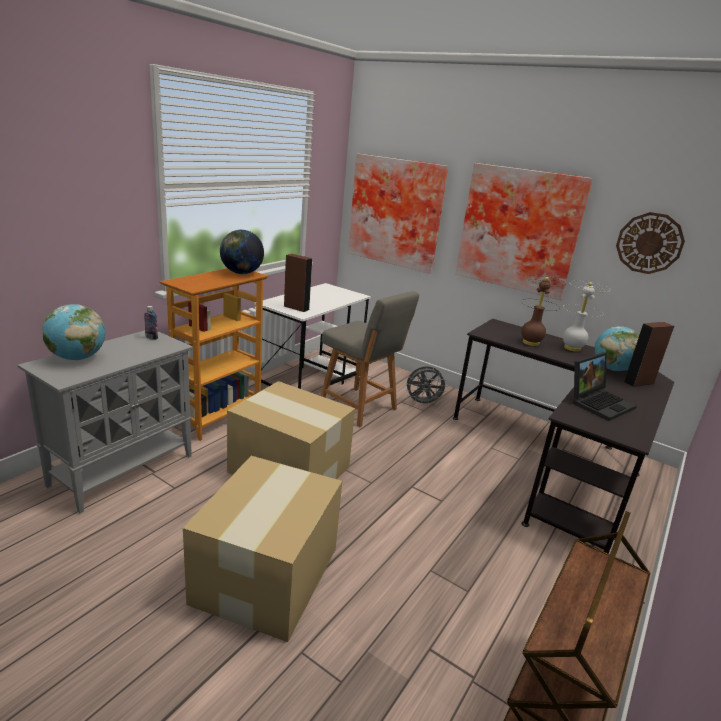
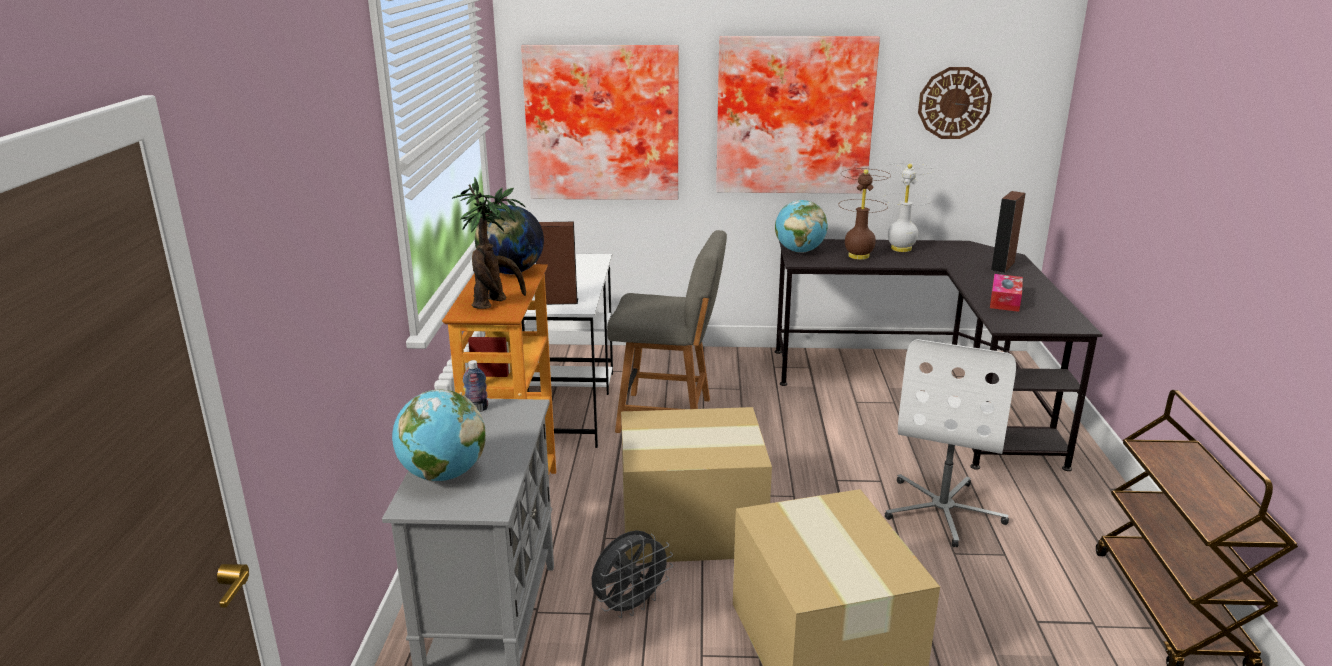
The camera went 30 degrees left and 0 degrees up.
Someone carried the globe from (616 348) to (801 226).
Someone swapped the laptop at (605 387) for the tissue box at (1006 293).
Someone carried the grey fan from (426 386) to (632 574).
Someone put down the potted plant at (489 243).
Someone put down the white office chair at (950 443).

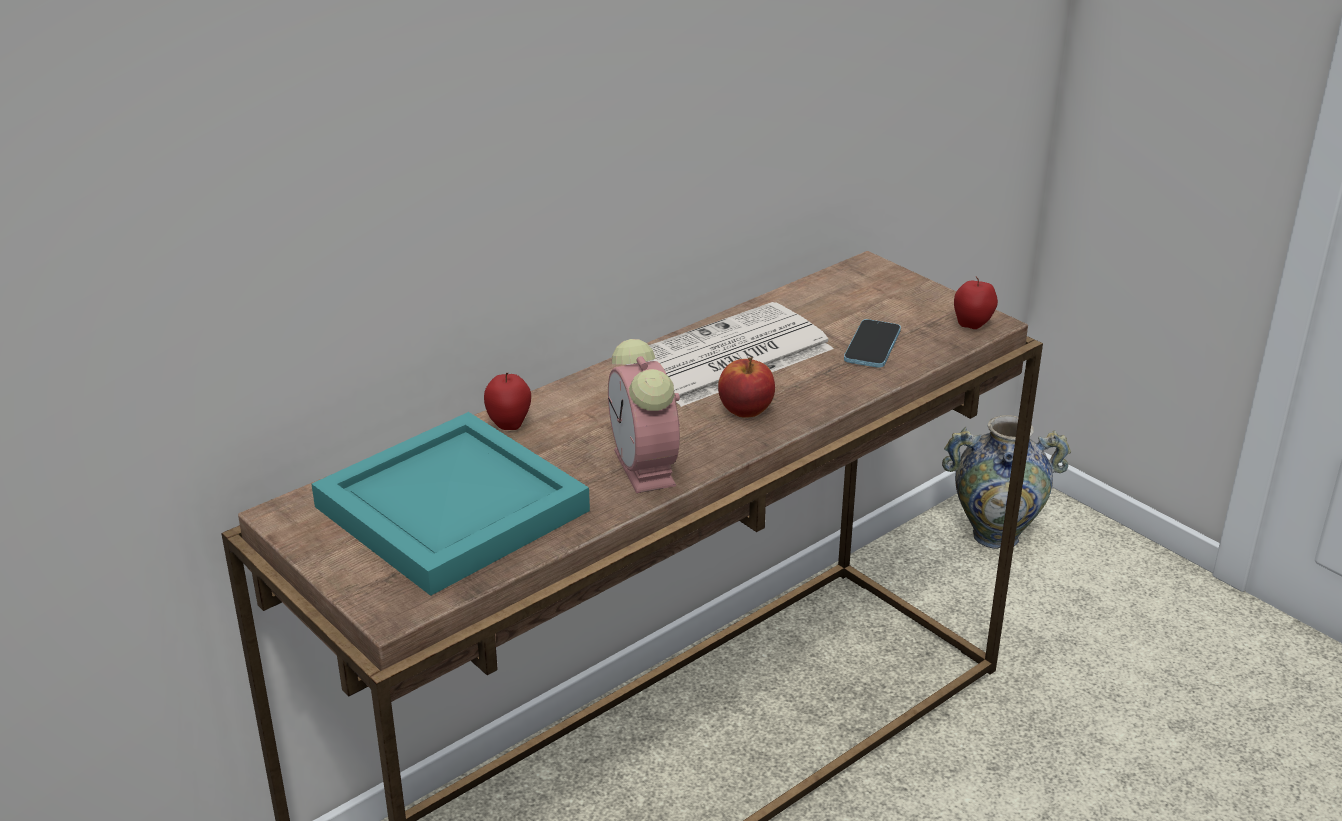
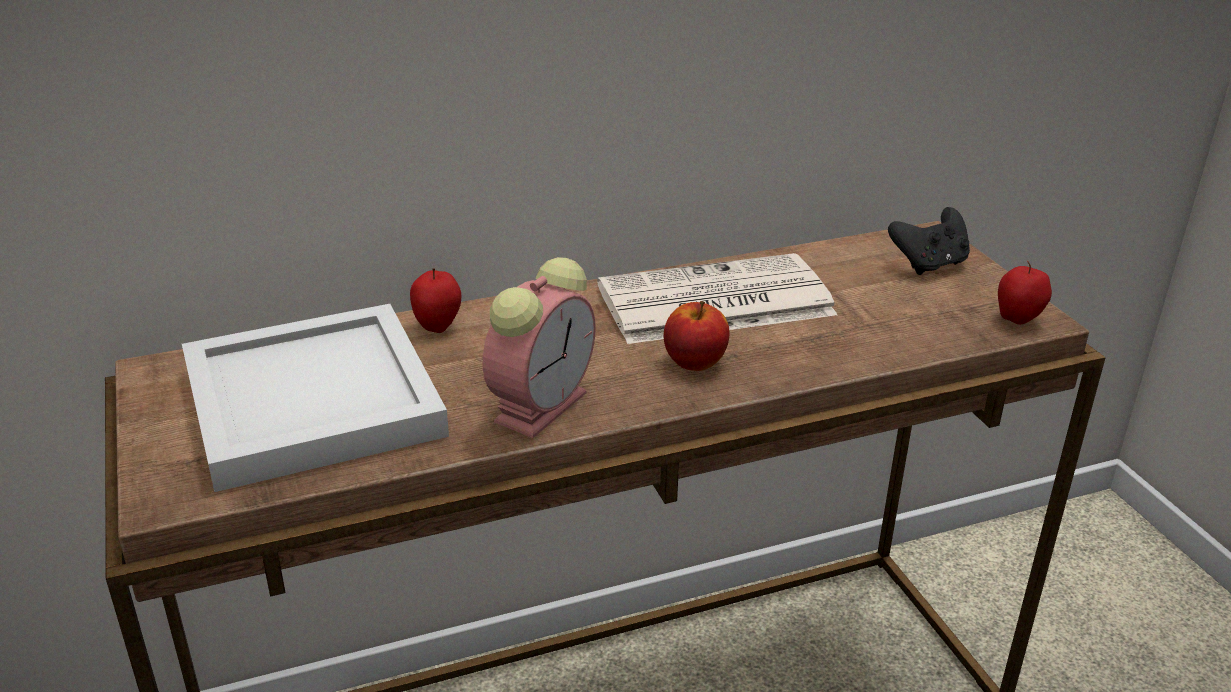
The camera went 20 degrees right and 0 degrees up.
Someone took away the phone at (872 343).
Someone rotated the alarm clock at (644 416) by 150 degrees counterclockwise.
Someone repainted the turquoise tray at (451 504), which became the white tray at (315 398).
Someone took away the vase at (1006 482).
Someone put down the black game controller at (929 241).

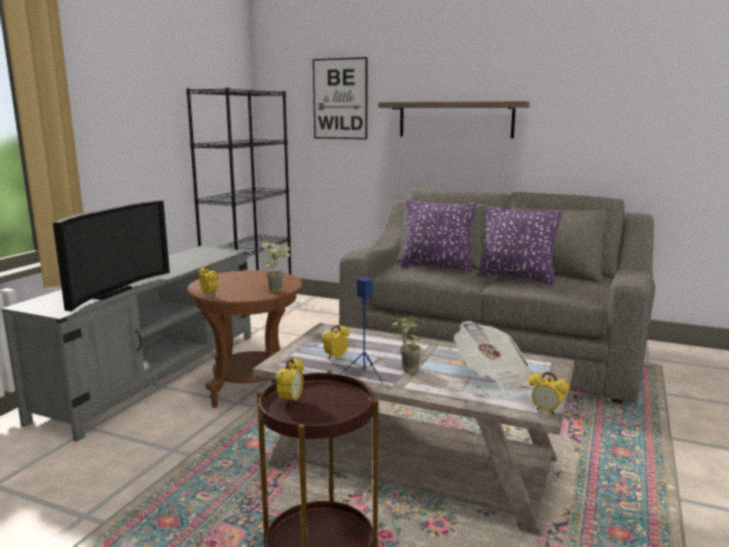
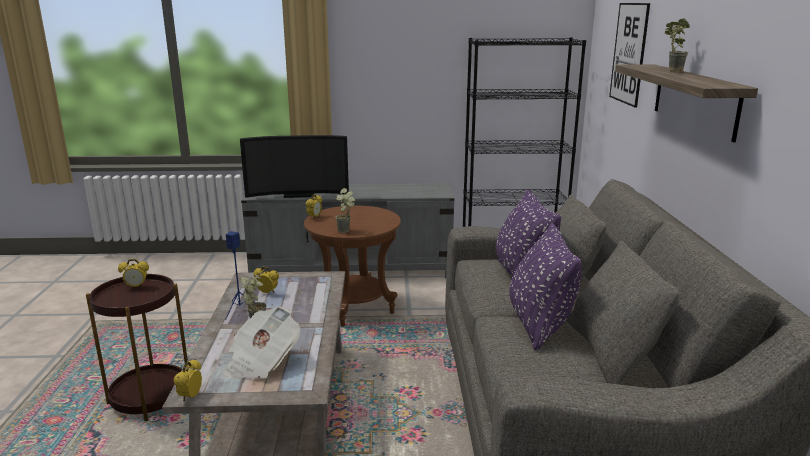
The camera went 65 degrees right and 5 degrees up.
Someone put down the potted plant at (677 45).

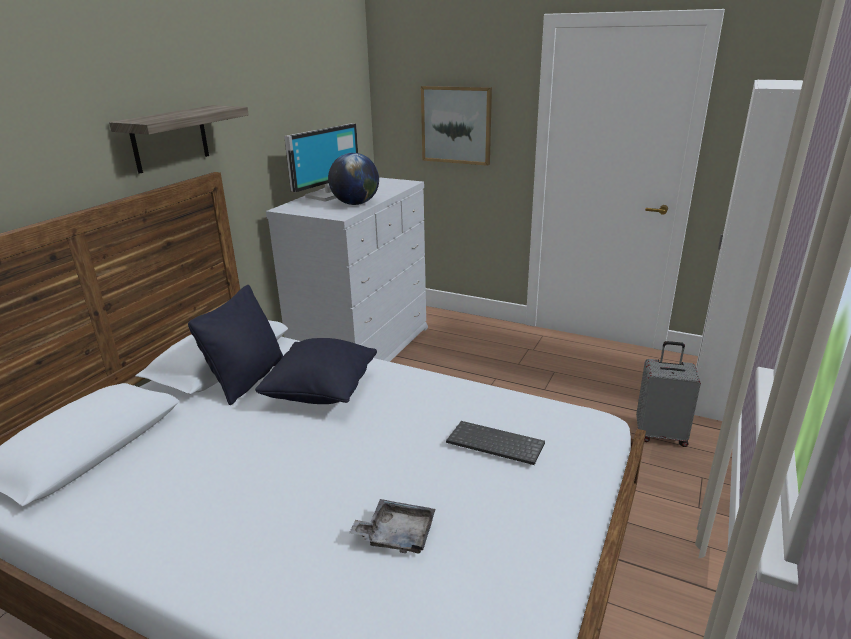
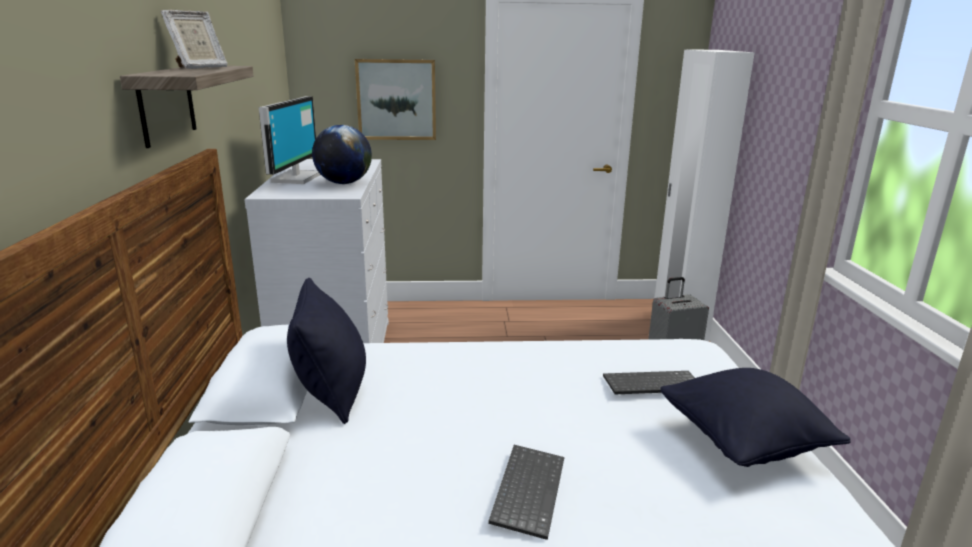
The camera went 30 degrees left and 5 degrees down.
Someone carried the black pillow from (316 371) to (755 417).
Someone took away the grey tray at (392 526).
Someone put down the picture frame at (194 39).
Someone put down the keyboard at (526 492).

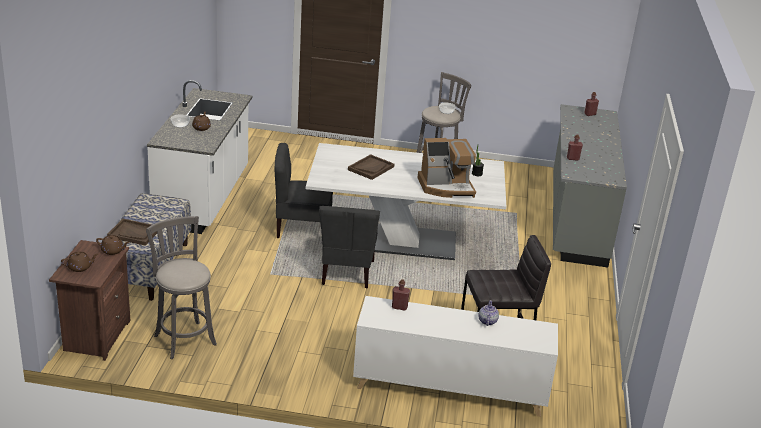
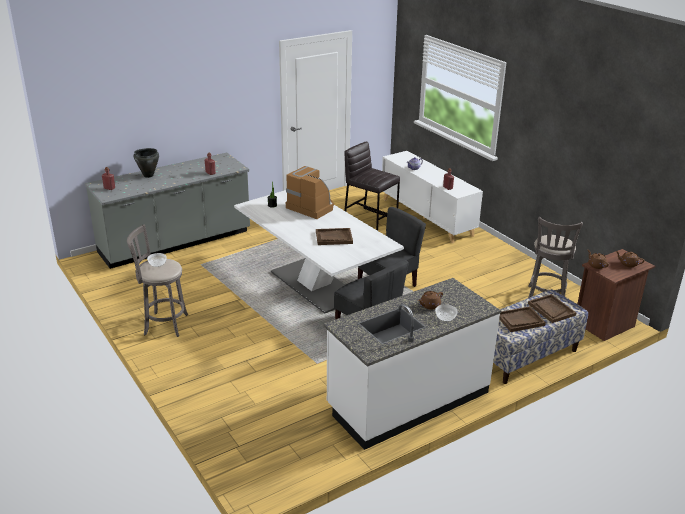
The camera went 130 degrees left and 0 degrees up.
Someone put down the black cooking pot at (146 163).
Someone put down the brown tray at (522 319).

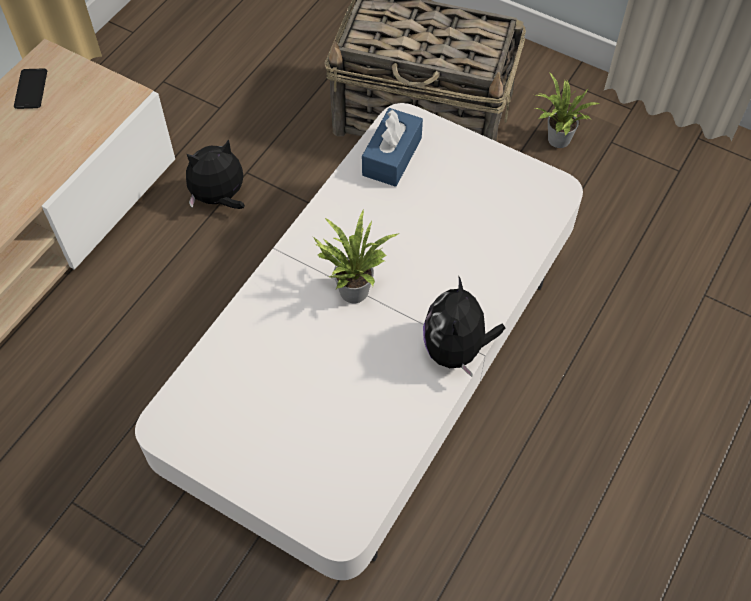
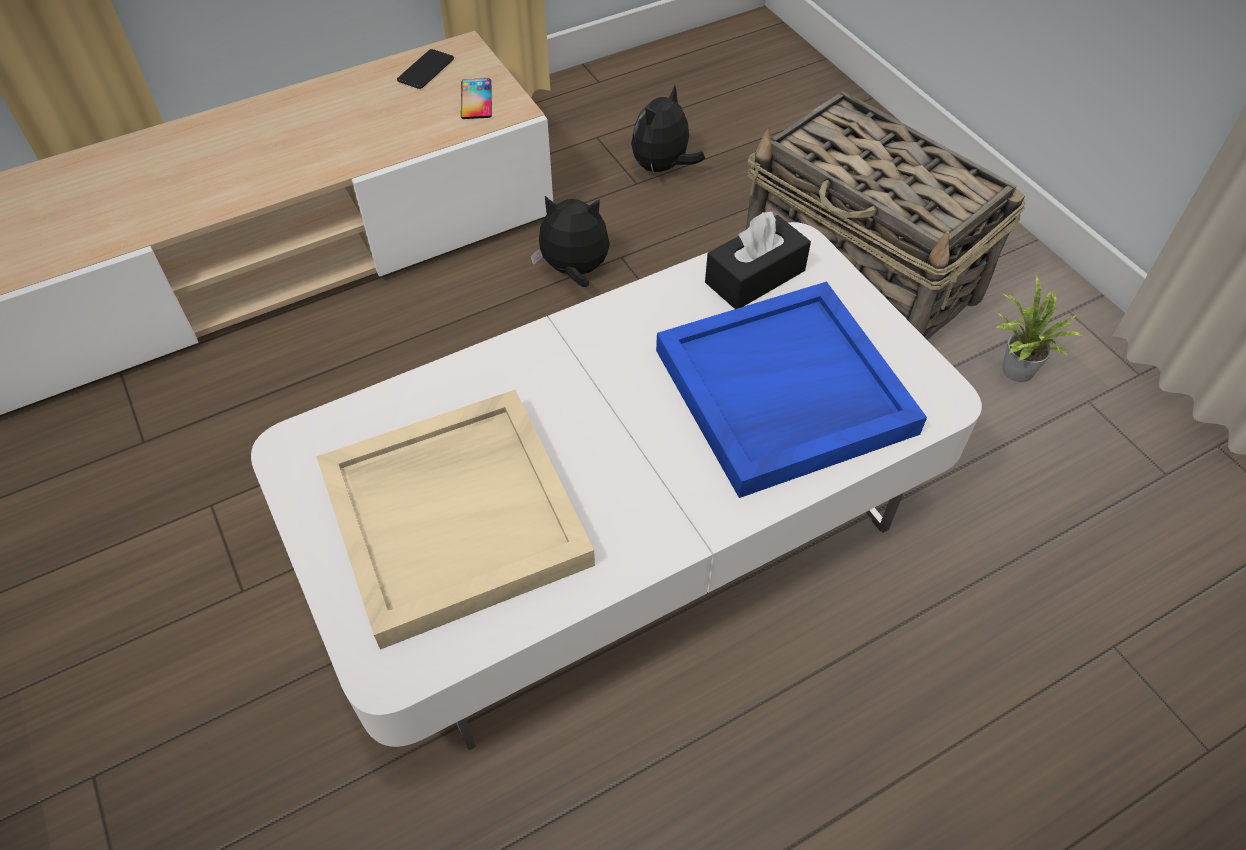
The camera went 30 degrees right and 5 degrees down.
Someone repainted the blue tissue box at (392 147), which became the black tissue box at (758 260).
Someone took away the potted plant at (355 256).
Someone carried the plush toy from (464 326) to (668 129).
Someone put down the phone at (476 98).
Someone put down the blue tray at (791 389).
Someone put down the beige tray at (455 520).

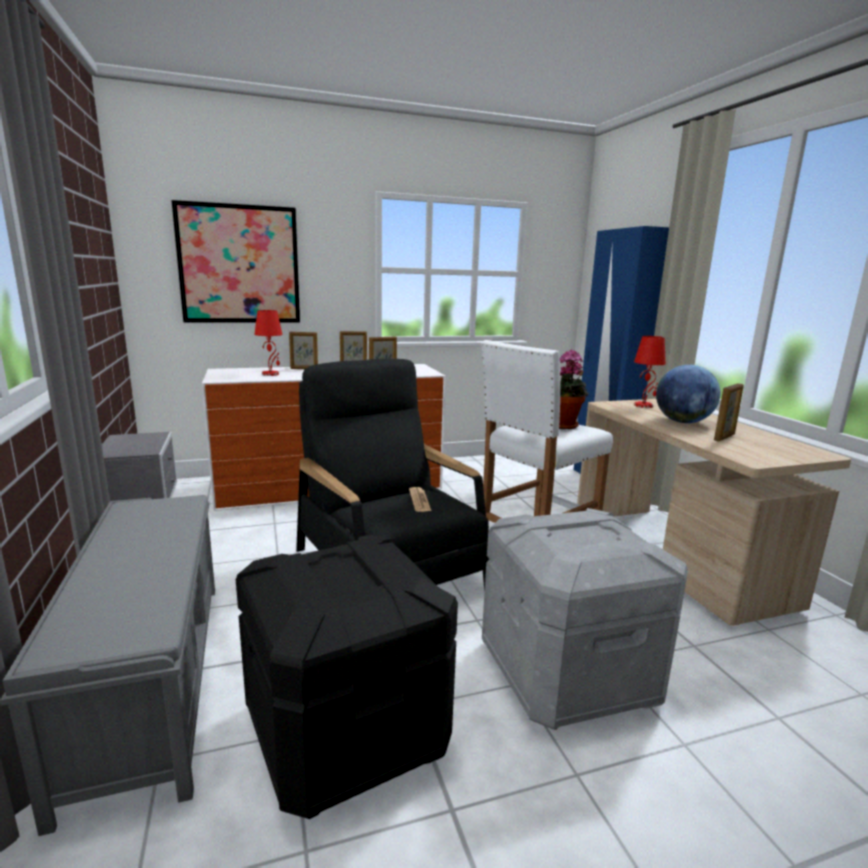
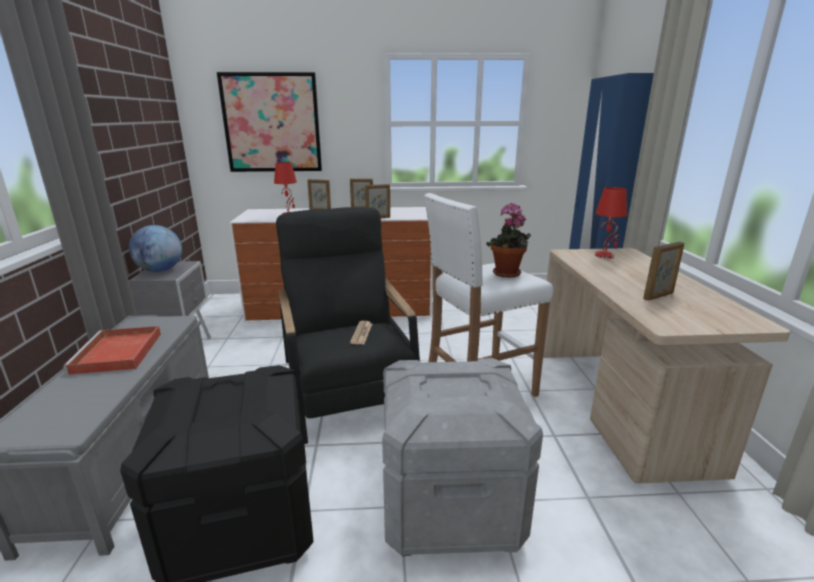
The camera went 15 degrees right and 5 degrees up.
Someone carried the globe from (688 394) to (155 248).
Someone put down the red tray at (112 350).

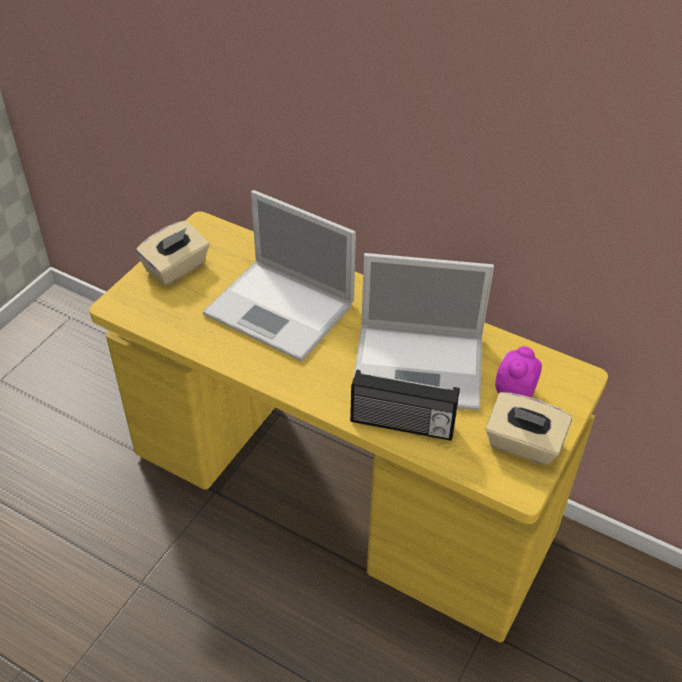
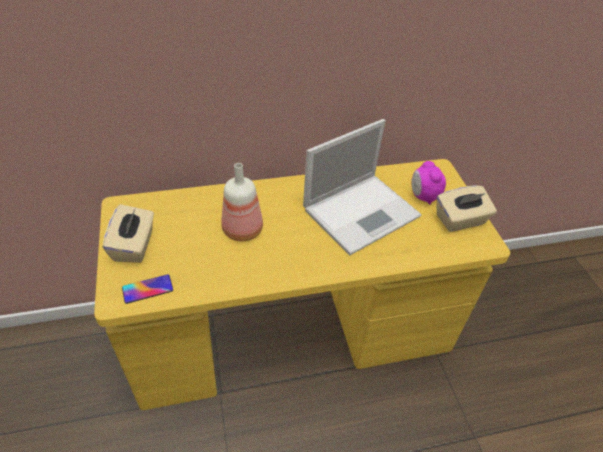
The camera went 45 degrees left and 0 degrees up.
Someone swapped the laptop at (279 275) for the bottle at (242 202).
Someone took away the radio at (405 405).
Someone put down the phone at (147 289).

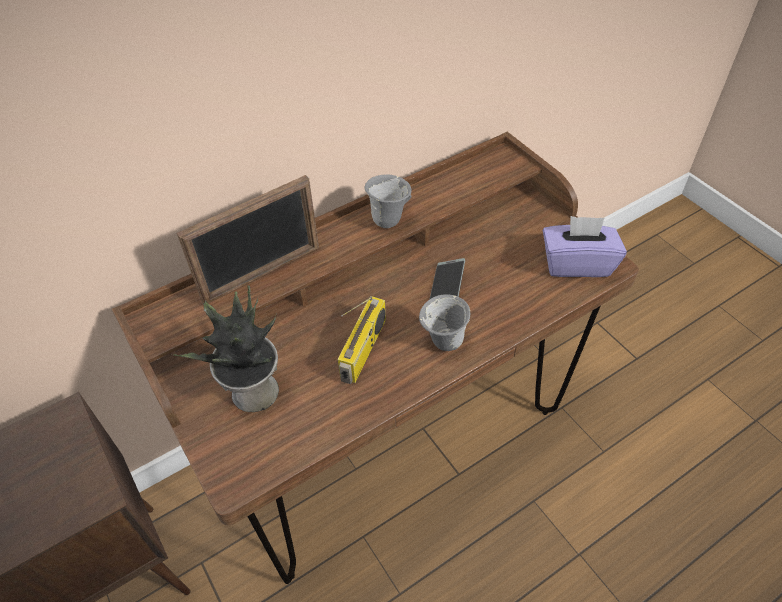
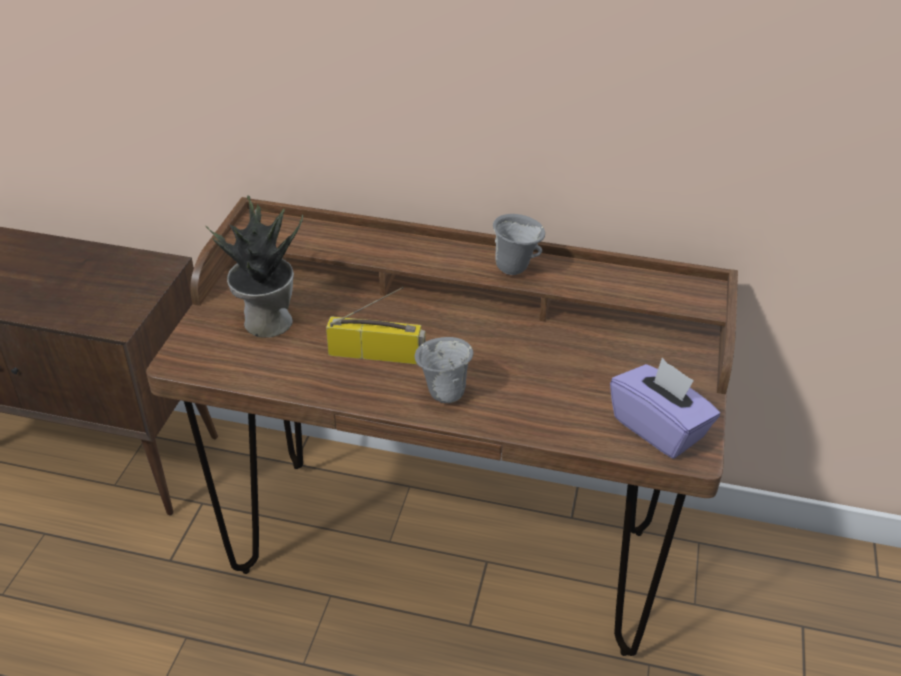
The camera went 45 degrees right and 10 degrees down.
Someone took away the picture frame at (248 239).
Someone took away the phone at (447 279).
Someone rotated the radio at (362 340) by 150 degrees counterclockwise.

